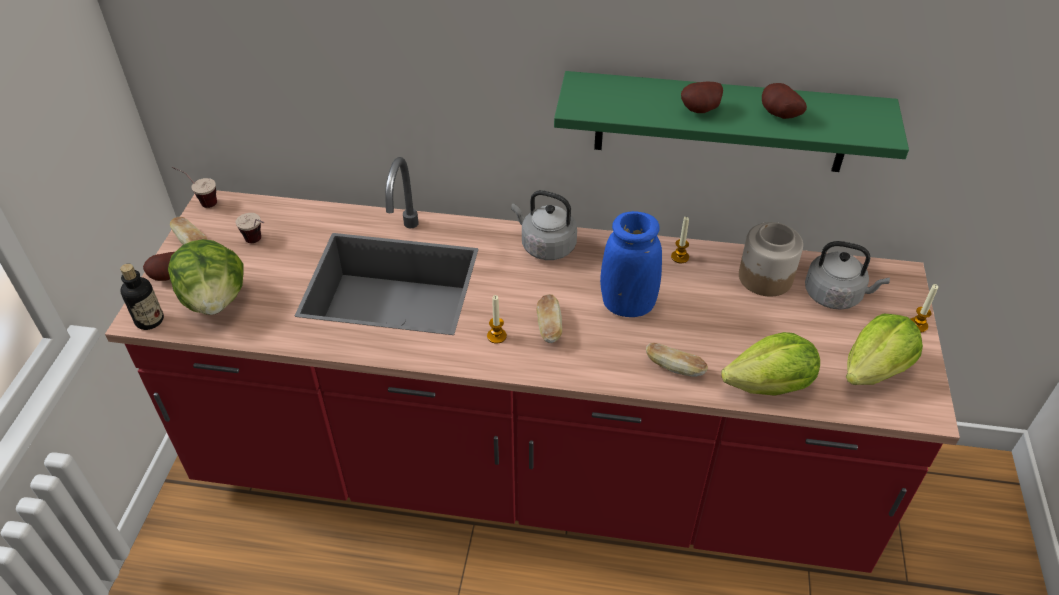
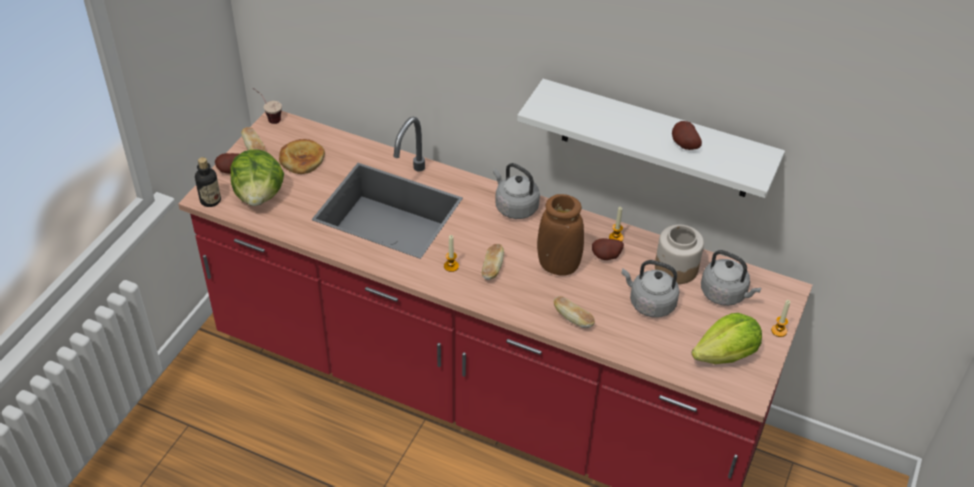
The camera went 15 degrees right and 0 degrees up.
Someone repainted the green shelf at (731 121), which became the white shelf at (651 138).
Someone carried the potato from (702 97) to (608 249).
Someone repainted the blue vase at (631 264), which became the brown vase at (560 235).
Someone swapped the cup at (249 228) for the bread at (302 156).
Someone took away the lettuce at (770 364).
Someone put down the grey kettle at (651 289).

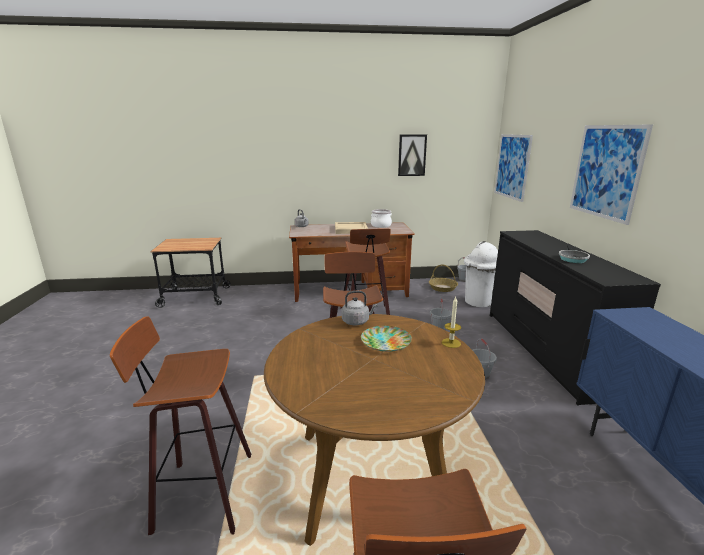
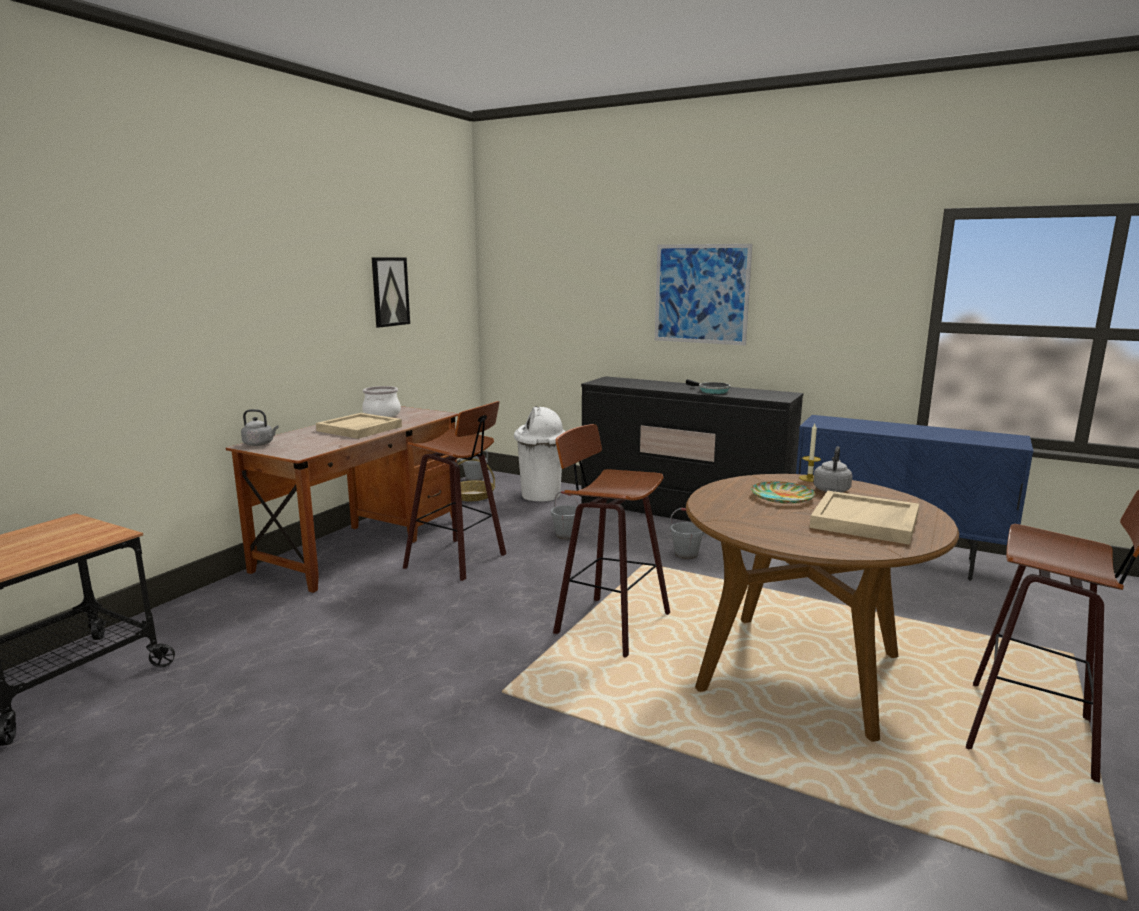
The camera went 55 degrees left and 5 degrees down.
Someone took away the picture at (513 168).
Someone carried the grey kettle from (359 308) to (832 469).
Someone took away the stool at (180 426).
Someone put down the beige tray at (864 518).

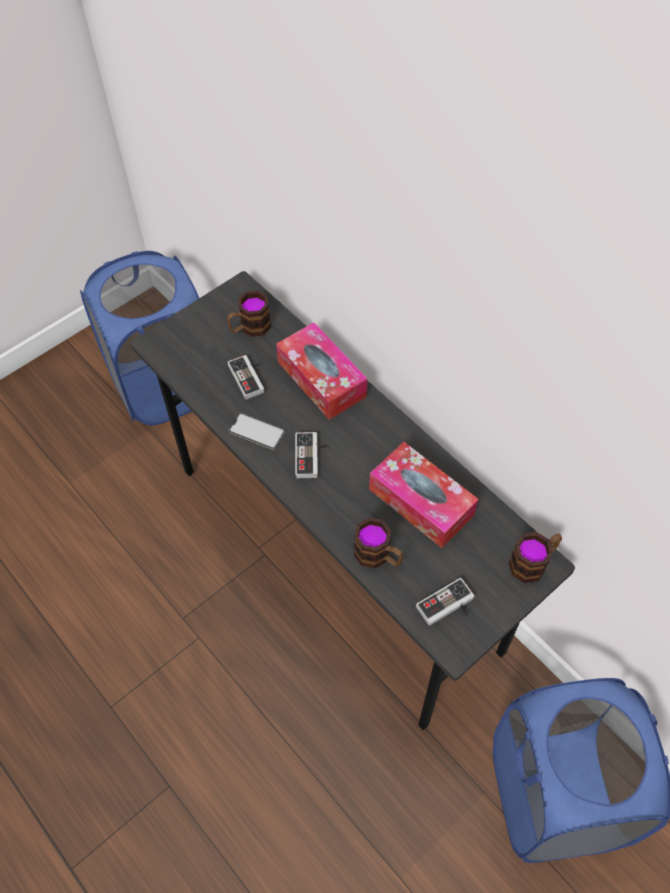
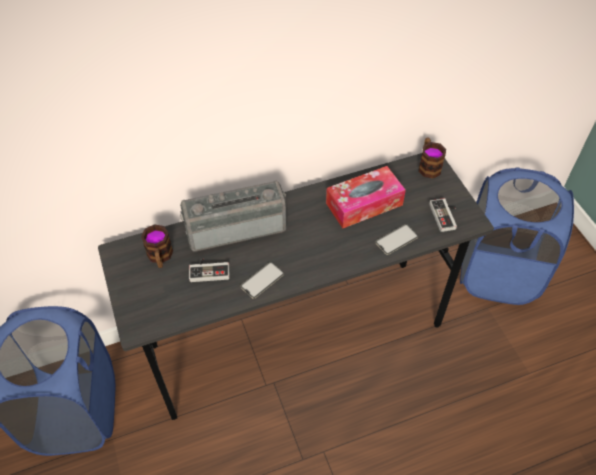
The camera went 70 degrees left and 5 degrees down.
Someone swapped the tissue box at (321 371) for the radio at (233 216).
Someone took away the game controller at (311 455).
Someone swapped the mug at (378 542) for the phone at (396 239).

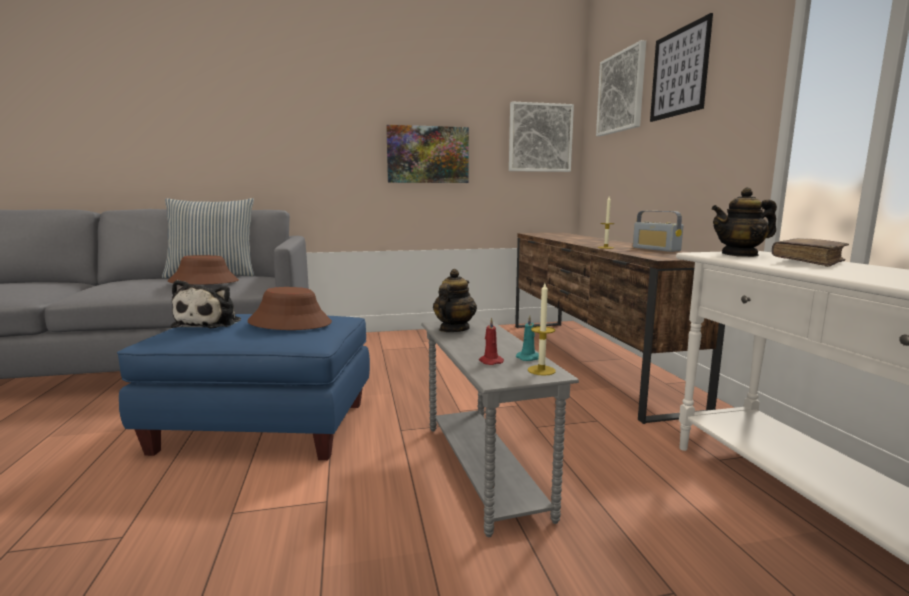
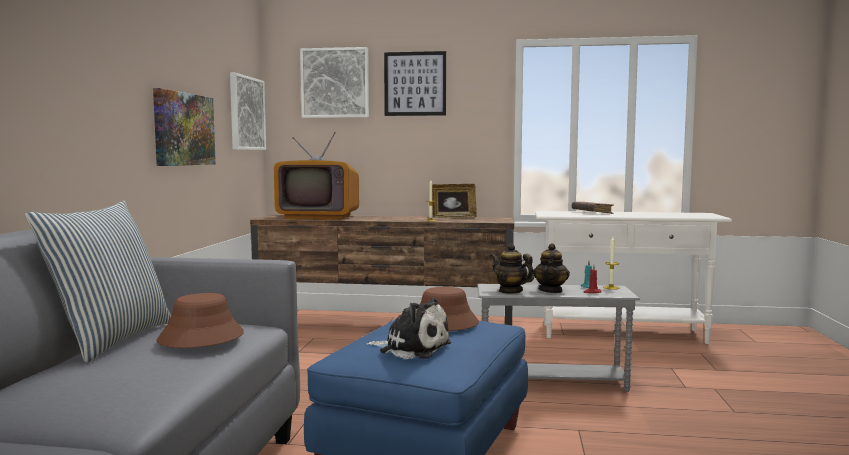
The camera went 70 degrees left and 5 degrees down.
Someone carried the teapot from (744 222) to (551 268).
Someone swapped the radio at (658 231) for the picture frame at (454 201).
Someone put down the television at (316 176).

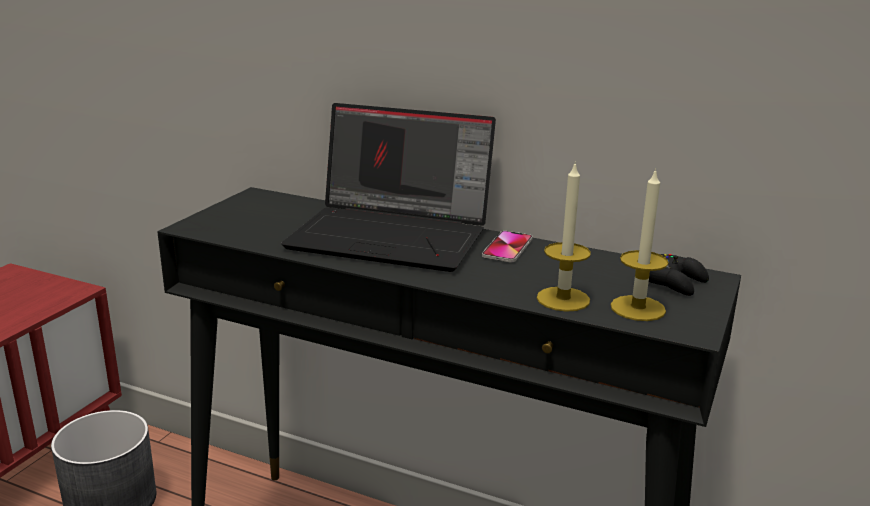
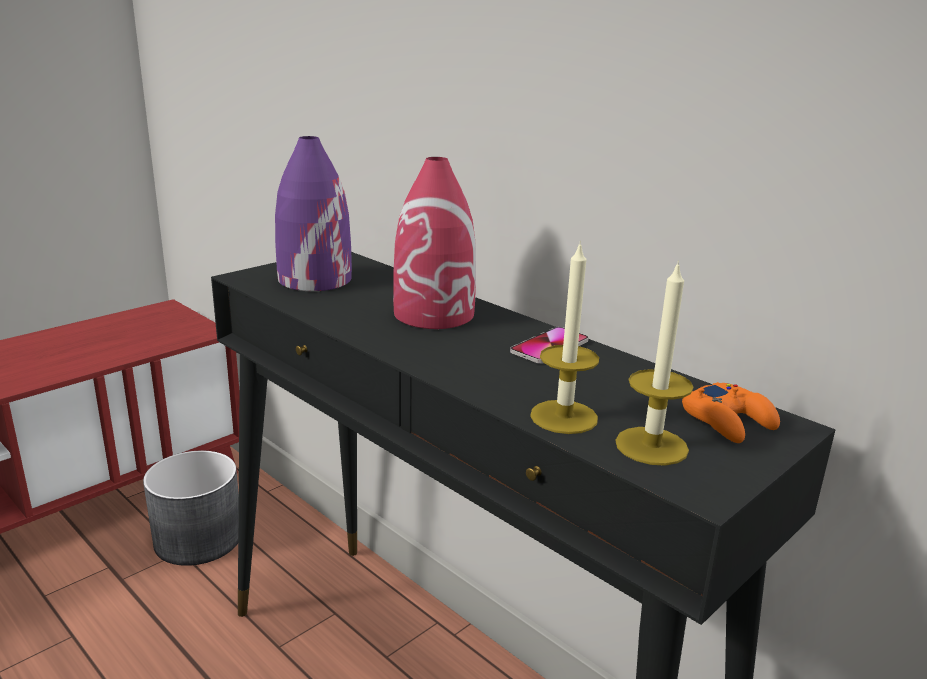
The camera went 20 degrees right and 0 degrees up.
Someone swapped the laptop at (388 187) for the red vase at (434 243).
Someone repainted the black game controller at (679 275), which became the orange game controller at (731 412).
Someone put down the purple vase at (313 213).

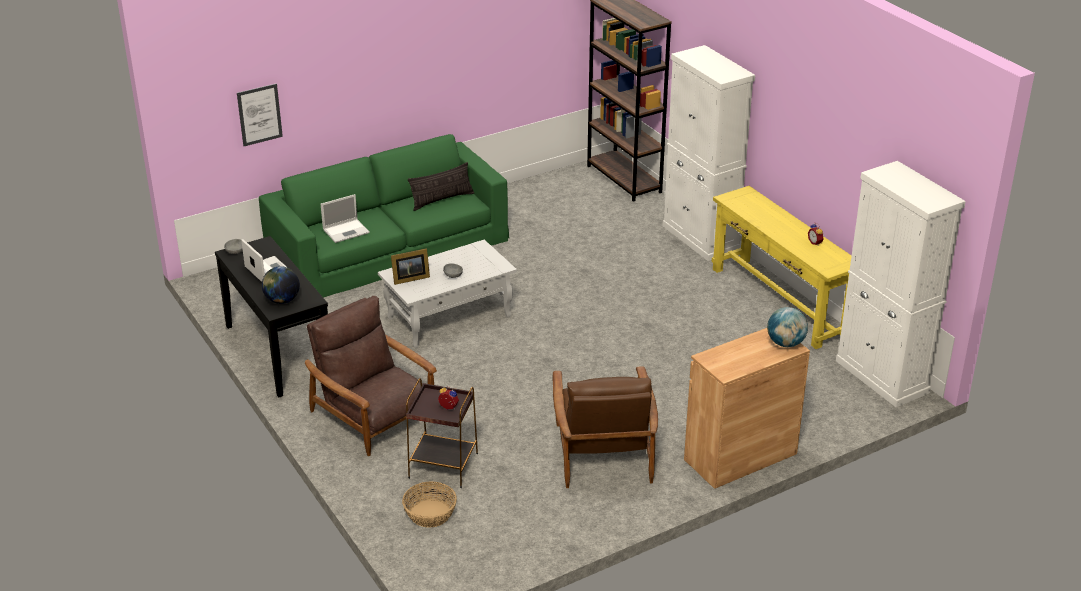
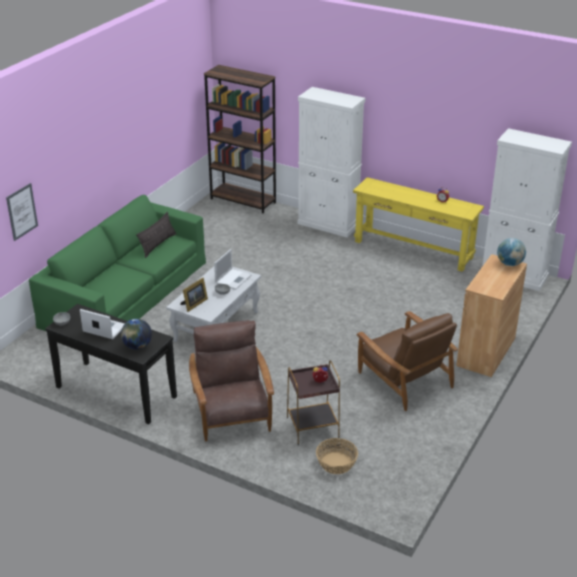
The camera went 30 degrees left and 0 degrees up.
Someone carried the laptop from (345 218) to (233 269).
Someone rotated the brown armchair at (371 376) by 60 degrees clockwise.

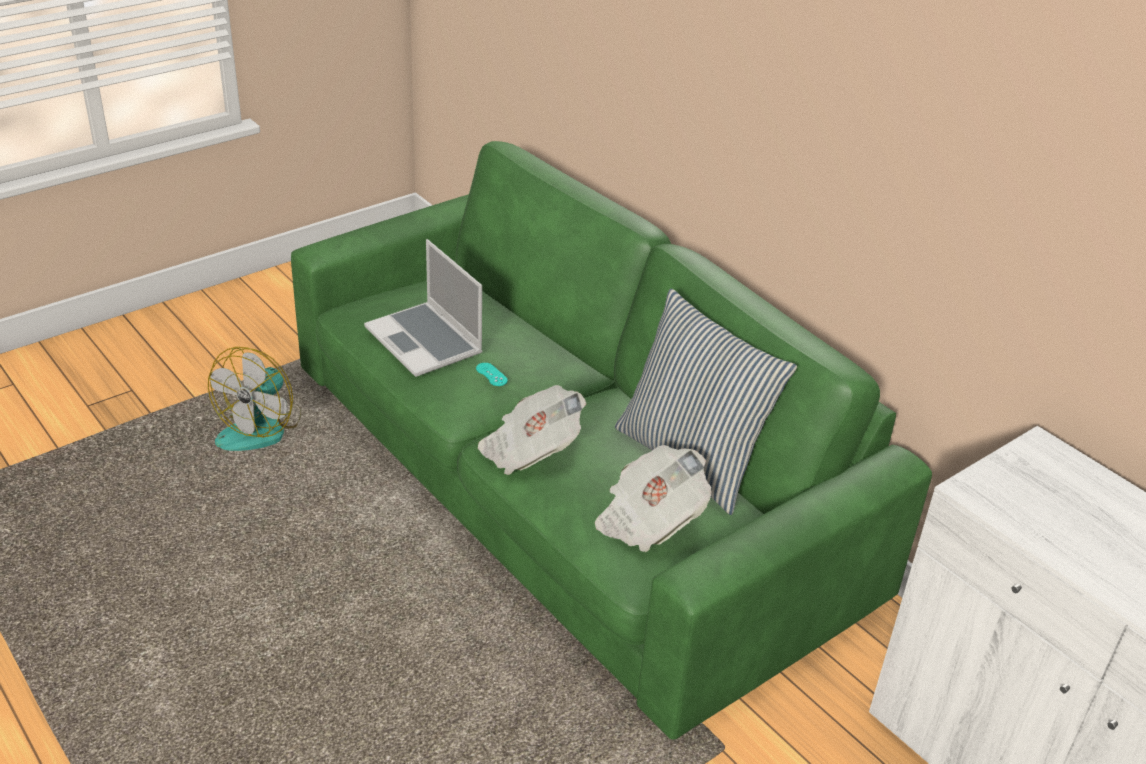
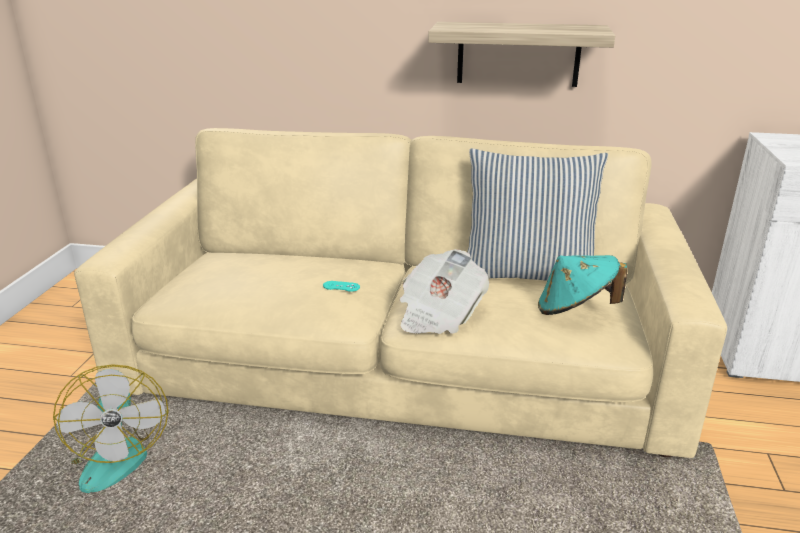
The camera went 40 degrees left and 10 degrees down.
Someone repainted the green sofa at (611 440), which became the beige sofa at (400 293).
Someone took away the laptop at (423 308).
Someone swapped the newspaper at (653 498) for the turquoise hat at (583 285).
Someone put up the shelf at (521 54).

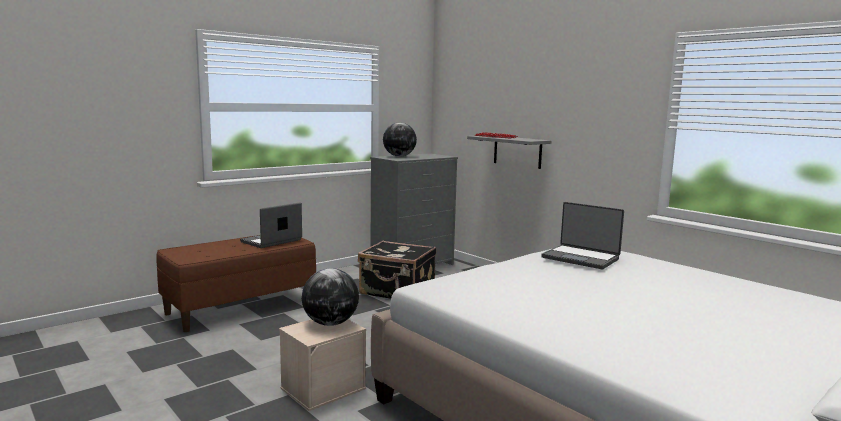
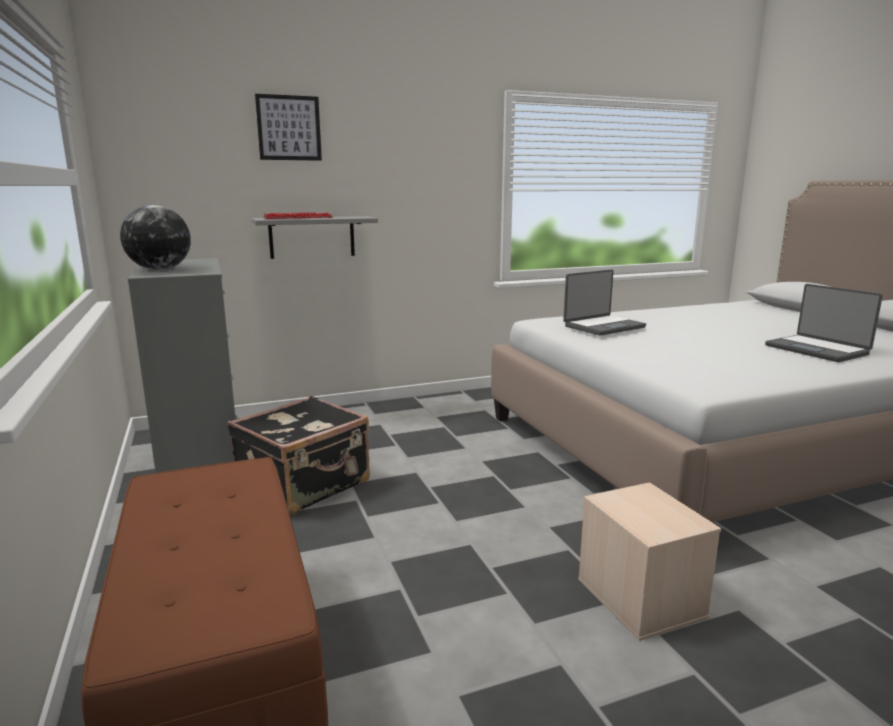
The camera went 70 degrees left and 5 degrees up.
Someone carried the laptop from (271 225) to (824 323).
Someone took away the globe at (330 297).
Someone put up the picture at (288 127).

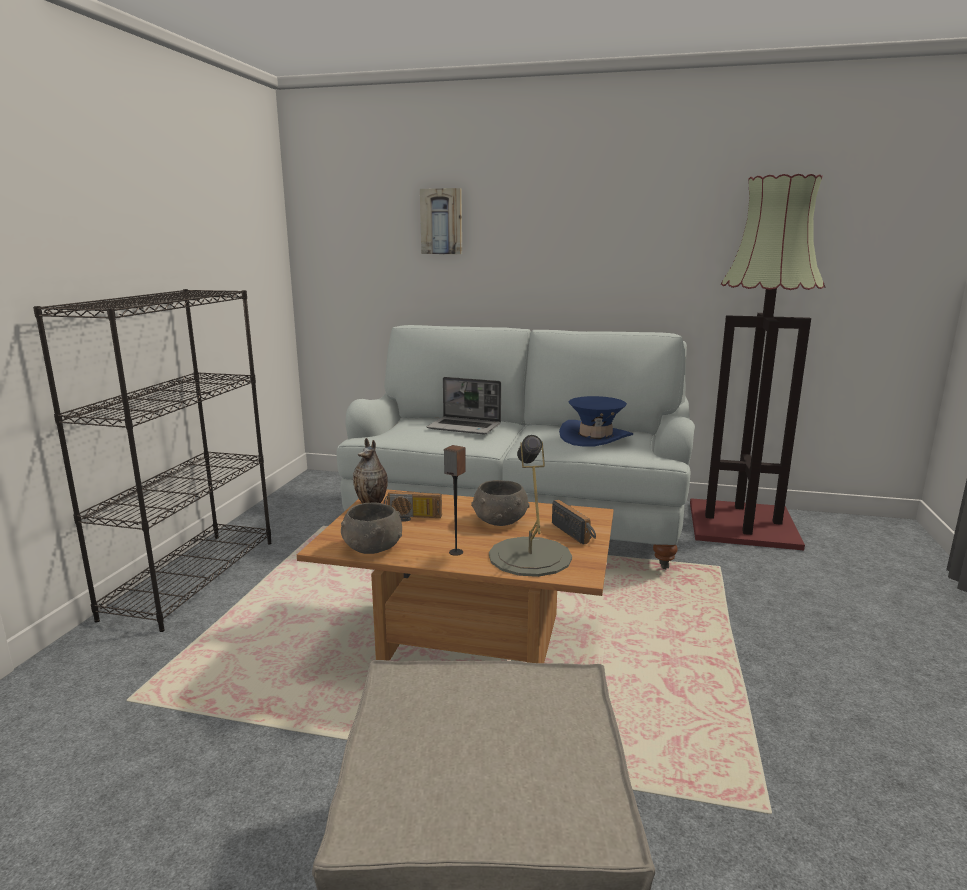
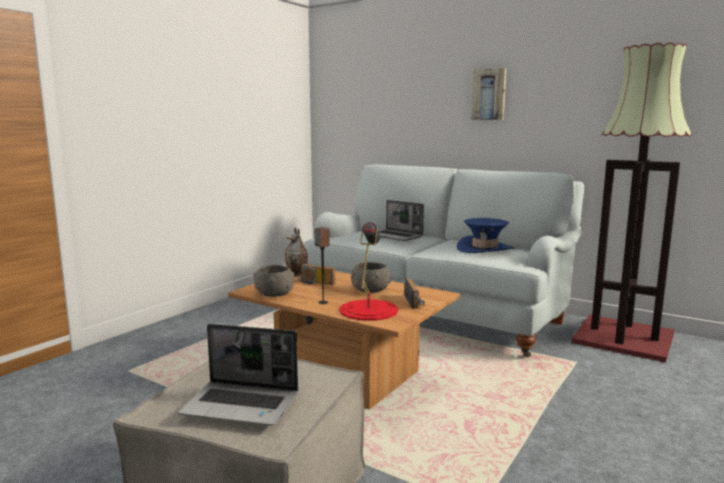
The camera went 20 degrees right and 5 degrees down.
Someone carried the picture from (441 221) to (488 94).
Someone took away the black bookcase at (152 460).
Someone repainted the grey table lamp at (530 506), which became the red table lamp at (369 271).
Someone put down the laptop at (238 375).

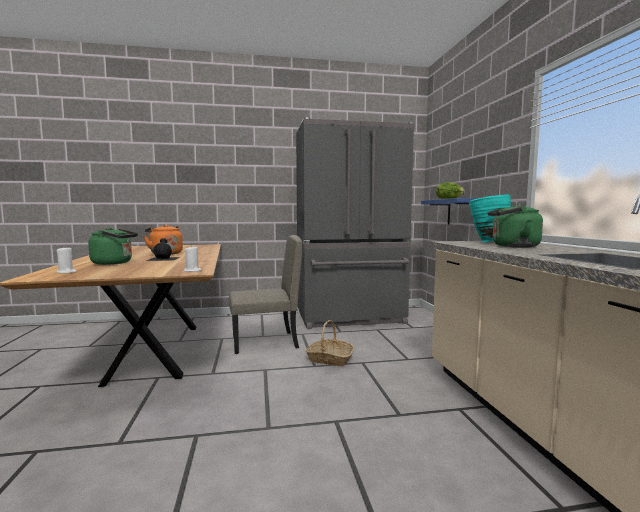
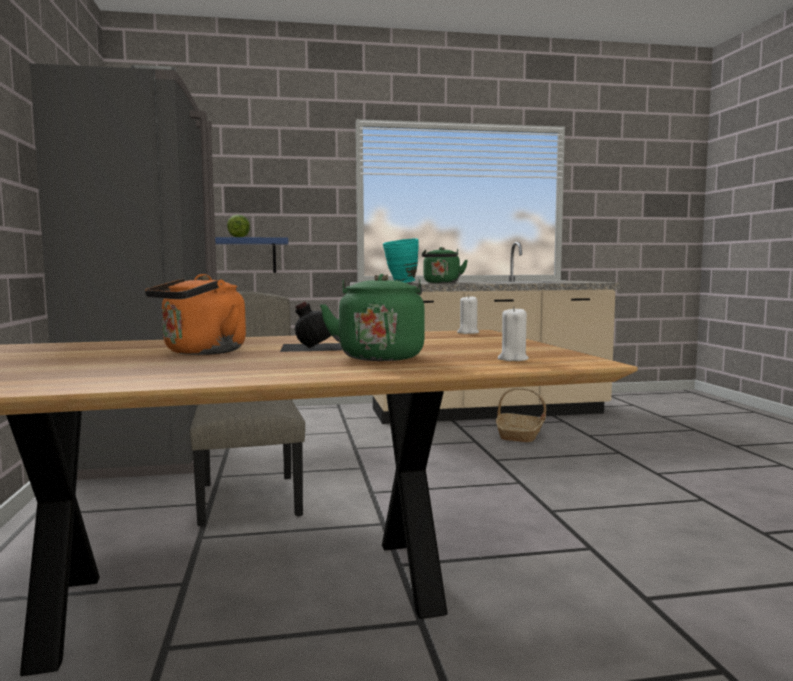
The camera went 90 degrees left and 0 degrees up.
Someone carried the basket from (329 343) to (521 414).

